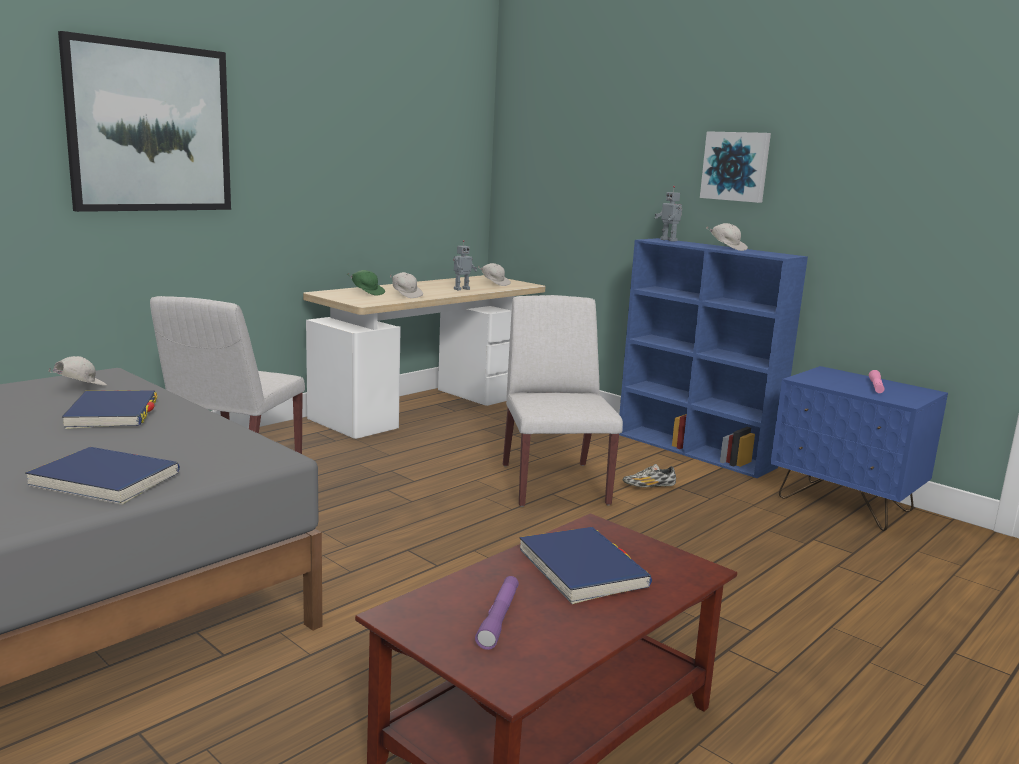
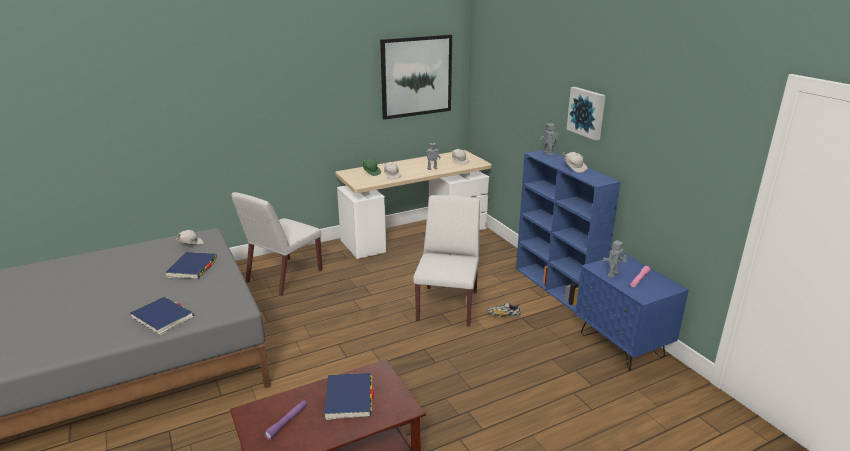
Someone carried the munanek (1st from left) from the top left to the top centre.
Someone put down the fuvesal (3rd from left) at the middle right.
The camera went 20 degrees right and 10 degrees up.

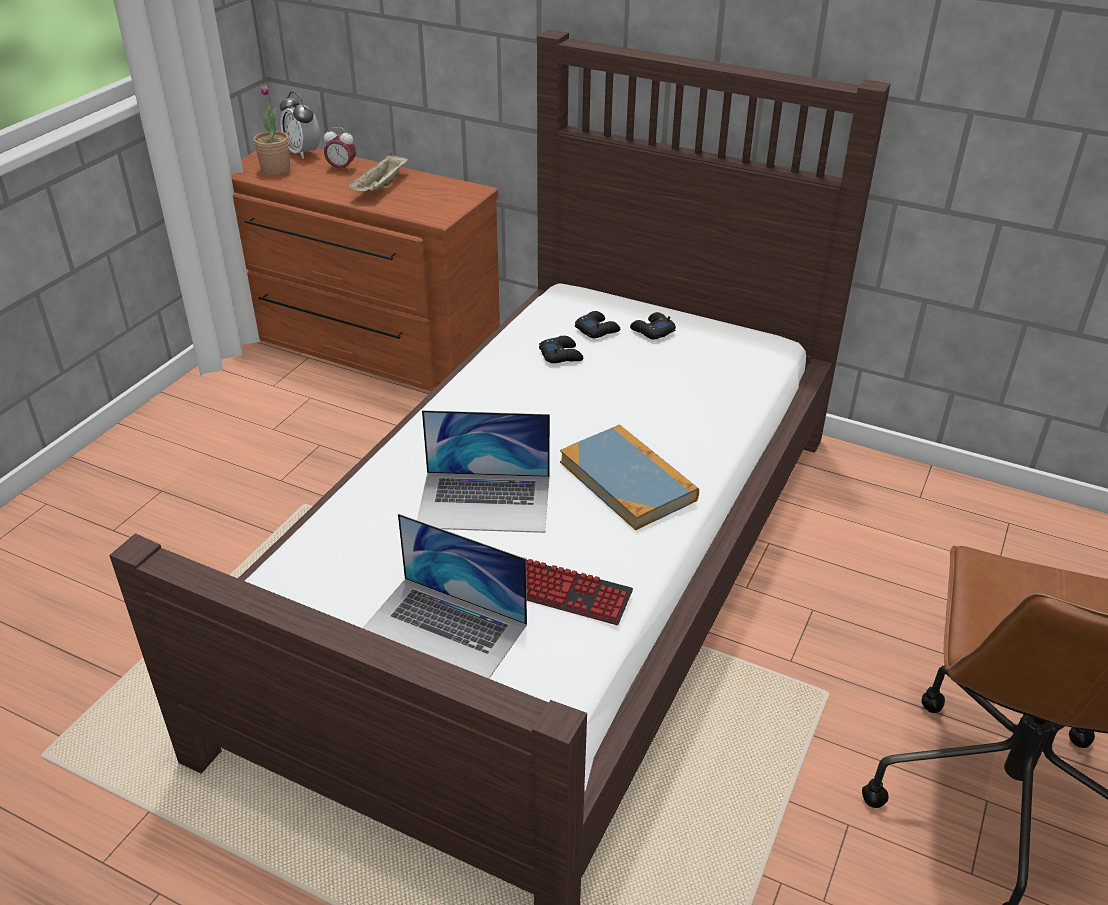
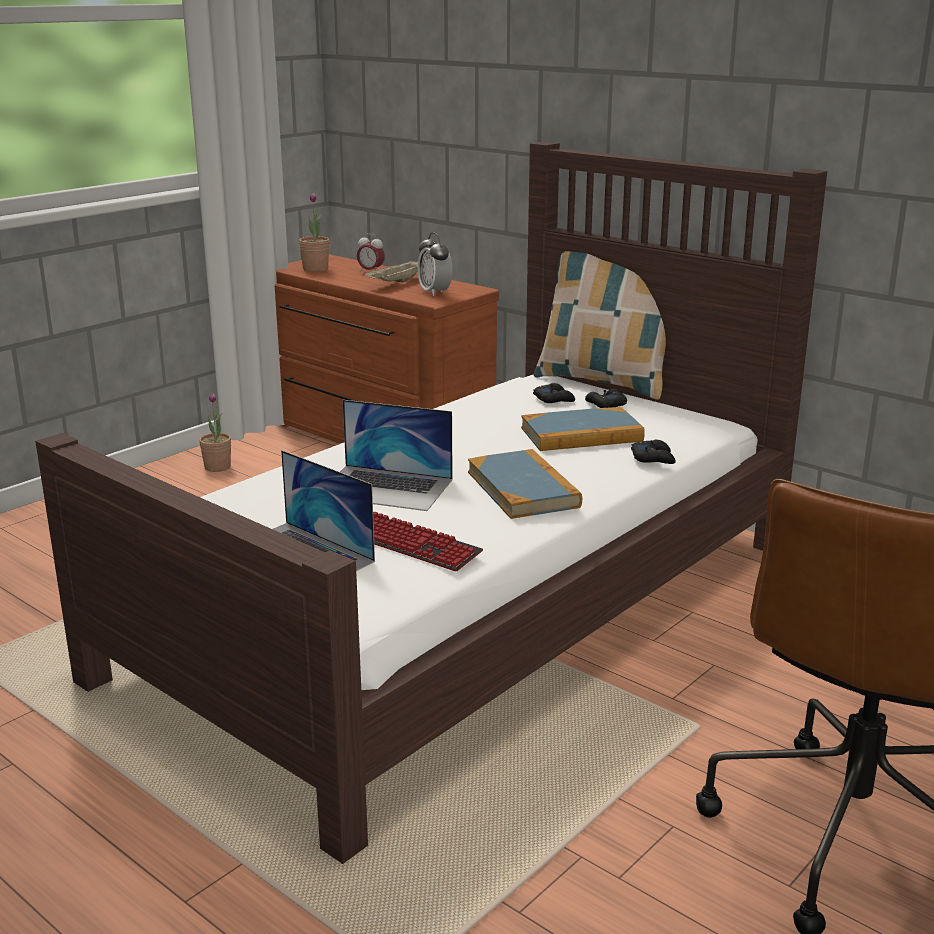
Someone put down the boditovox (1st from left) at the middle left.
Someone carried the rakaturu (1st from left in the first image) from the top left to the top centre.
Someone put down the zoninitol (2nd from left) at the centre.
Someone put down the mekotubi at the centre.
Someone carried the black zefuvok (1st from left in the first image) from the centre to the middle right.
The camera went 15 degrees right and 15 degrees down.

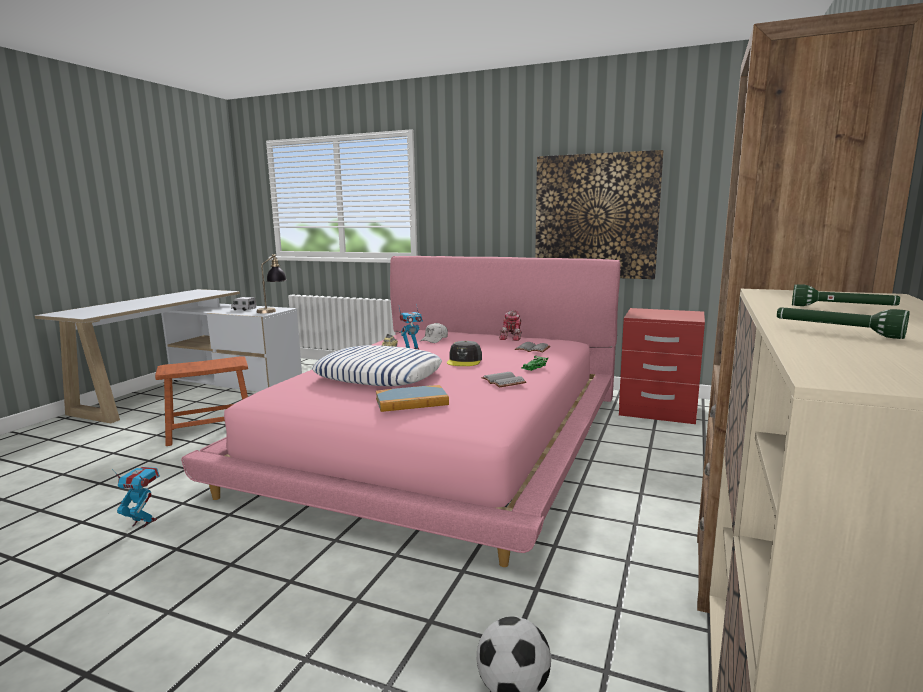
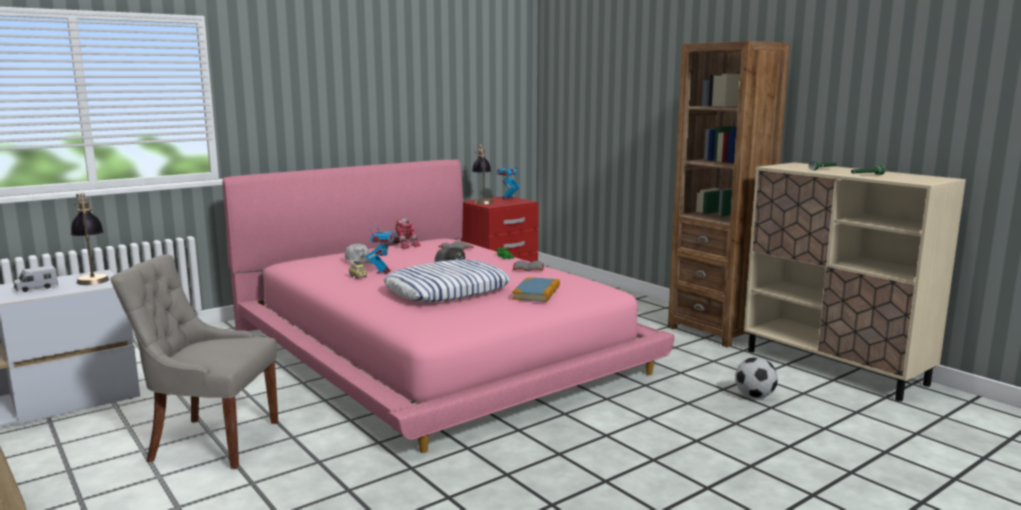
Someone swapped the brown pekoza at the middle left for the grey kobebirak at the bottom left.
Someone put down the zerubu (2nd from left) at the centre.
Someone carried the fuvesal (1st from left in the first image) from the bottom left to the centre.
Someone took away the munanek at the top centre.
The camera went 60 degrees left and 0 degrees up.

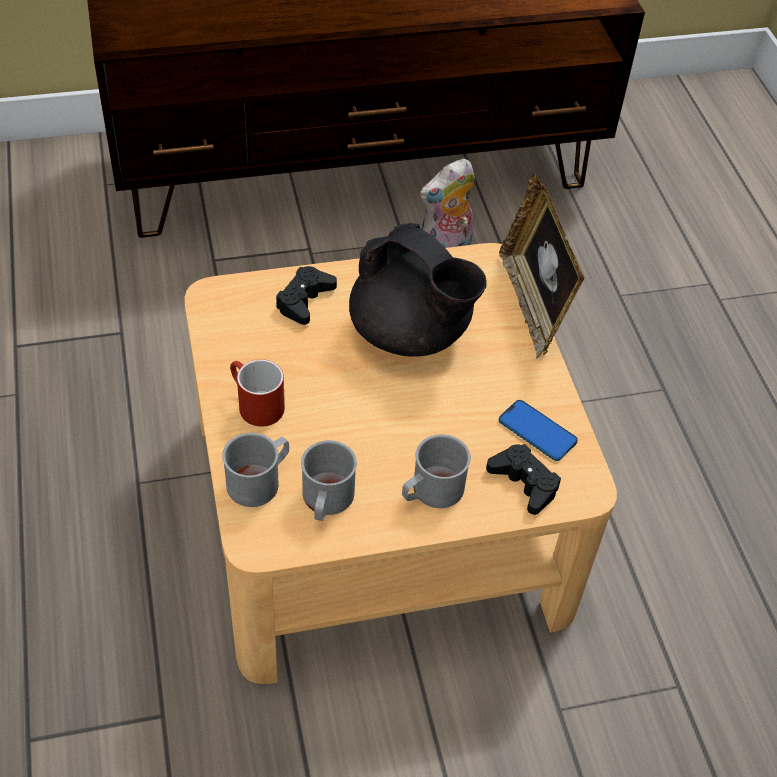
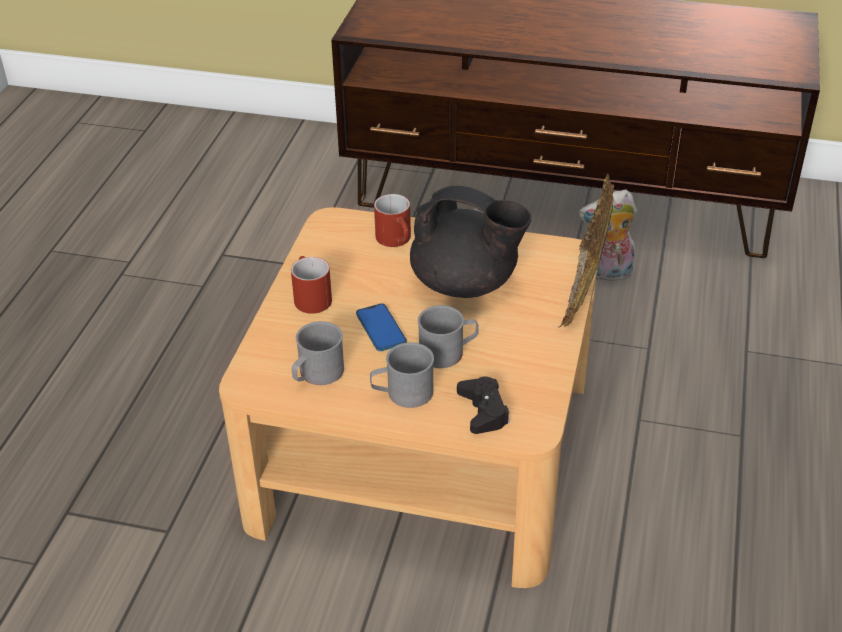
Someone carried the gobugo from the middle right to the centre.
Someone swapped the black zefuvok (1st from left) at the centre for the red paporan (2nd from left) at the centre.
Someone rotated the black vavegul at the centre by 45 degrees counterclockwise.
Someone carried the grey paporan (1st from left in the first image) from the middle left to the centre.
The camera went 30 degrees right and 10 degrees down.

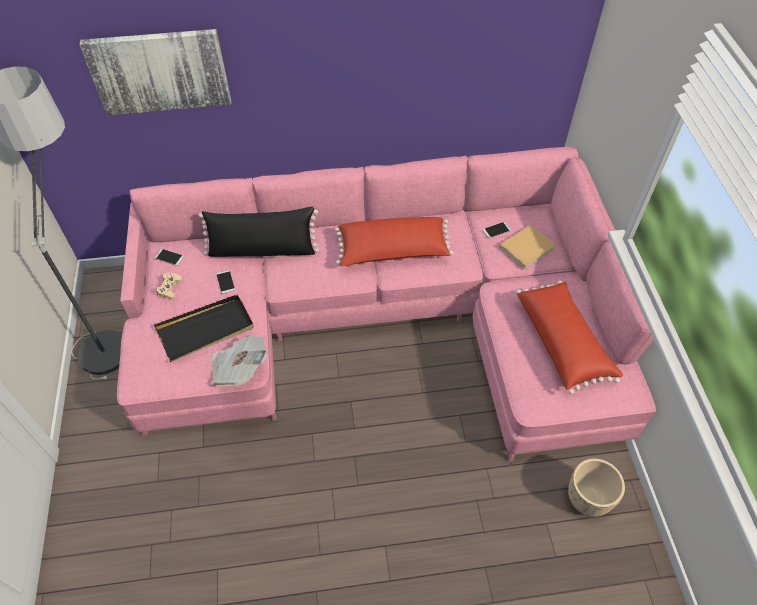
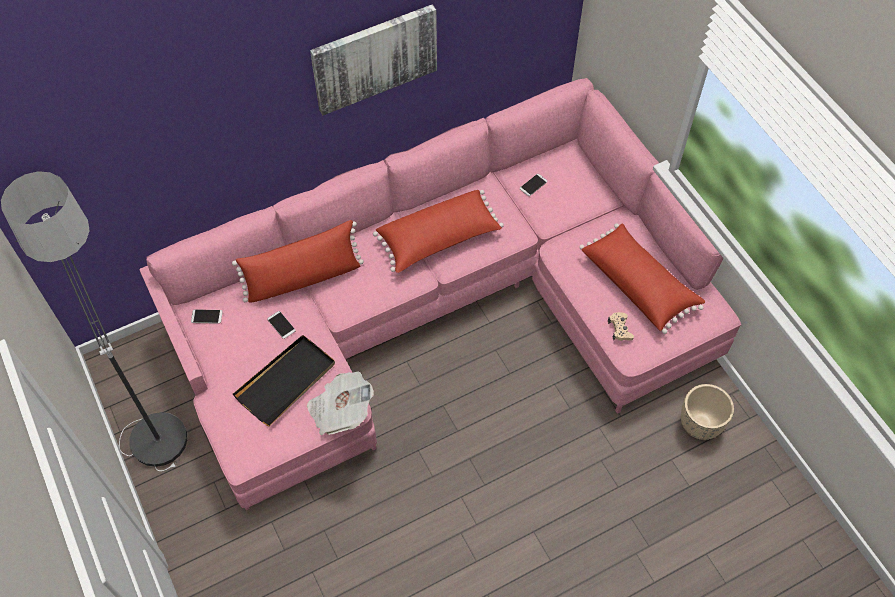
Someone repainted the black mekotubi at the centre, which became the red mekotubi (1st from left) at the middle left.
Someone carried the munanek from the top left to the top centre.
Someone carried the beige zefuvok from the middle left to the middle right.
Someone took away the beige zoninitol at the middle right.
The camera went 20 degrees left and 5 degrees up.

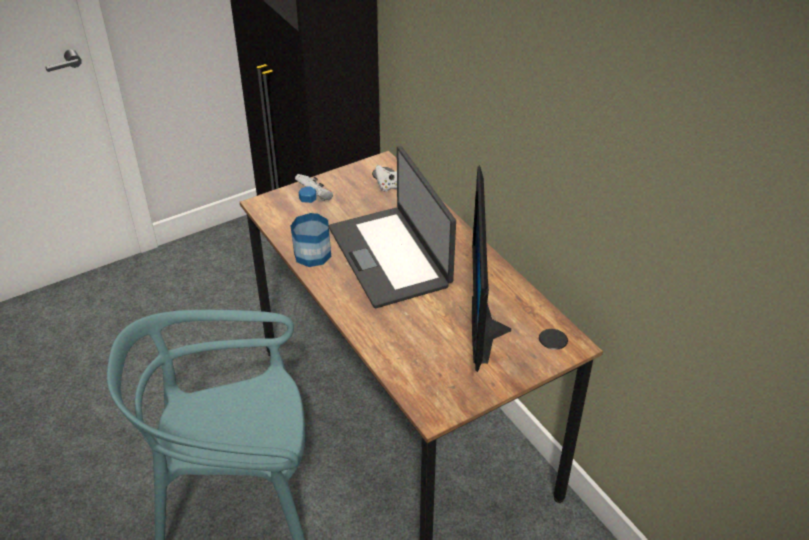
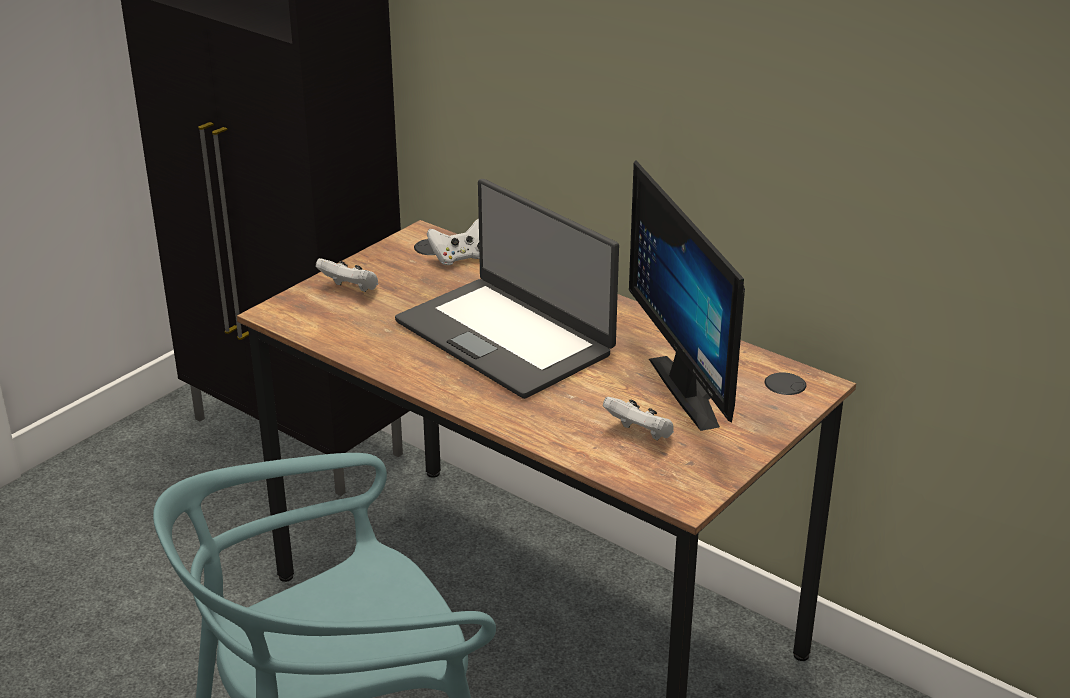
Someone put down the white zefuvok (3rd from left) at the centre.
Someone took away the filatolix at the centre.
The camera went 20 degrees left and 10 degrees down.

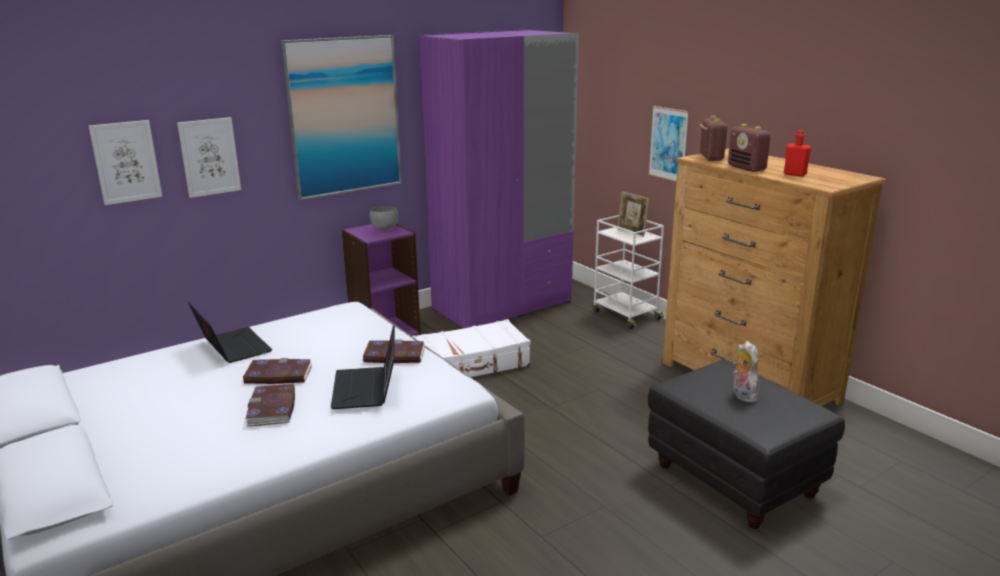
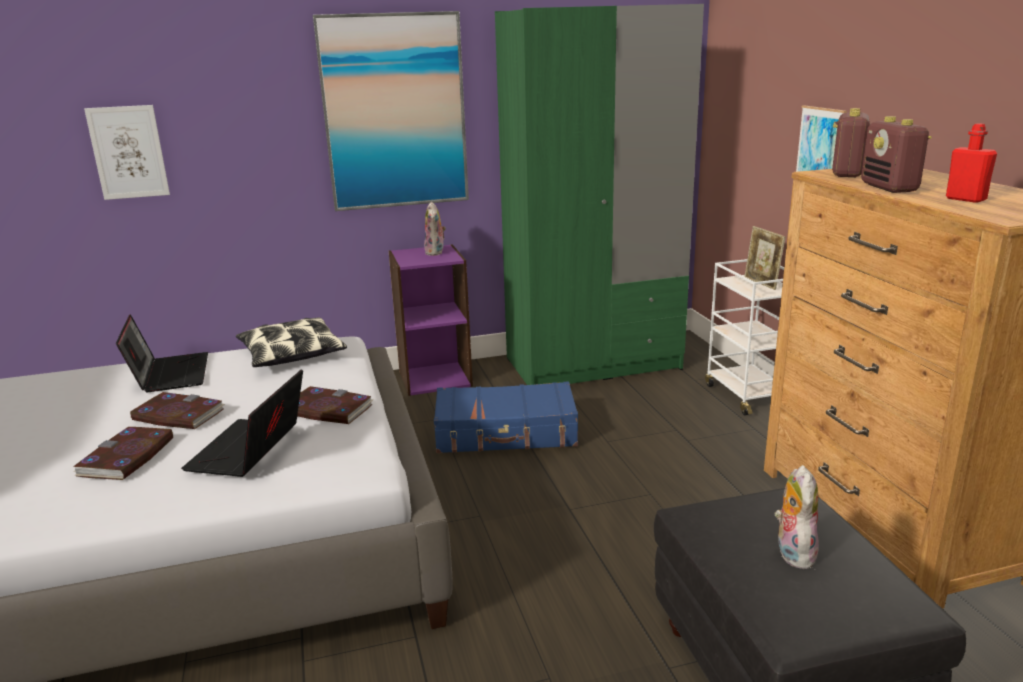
Someone put down the mekotubi at the middle left.
Someone swapped the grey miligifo at the centre for the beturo (1st from left) at the centre.
Someone repainted the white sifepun at the centre, which became the blue sifepun at the centre.
Someone repainted the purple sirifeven at the top centre, which became the green sirifeven at the top centre.
Someone took away the munanek (2nd from left) at the top left.
The camera went 20 degrees right and 0 degrees up.

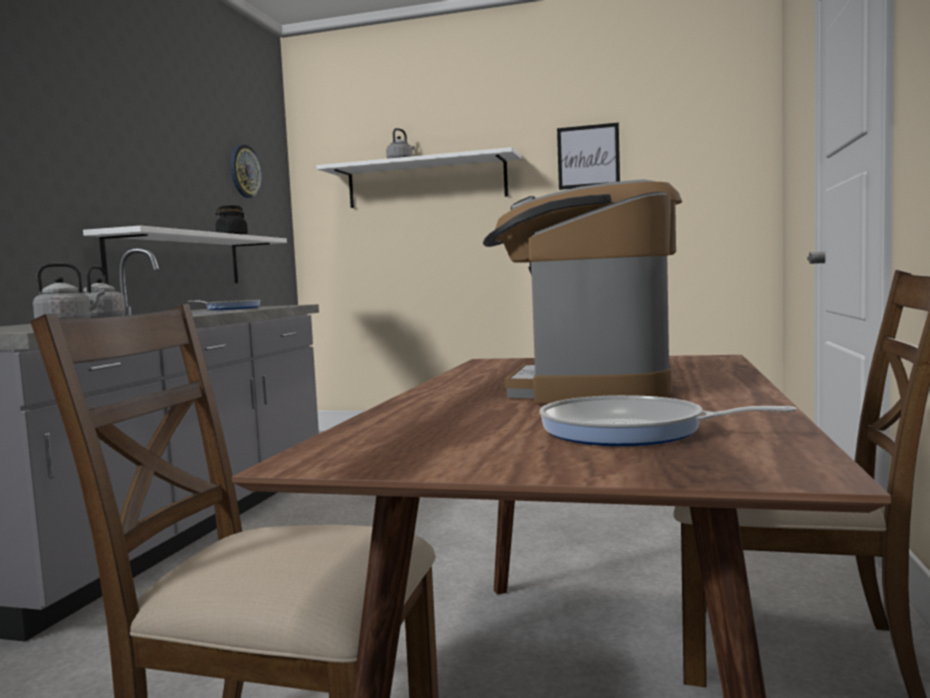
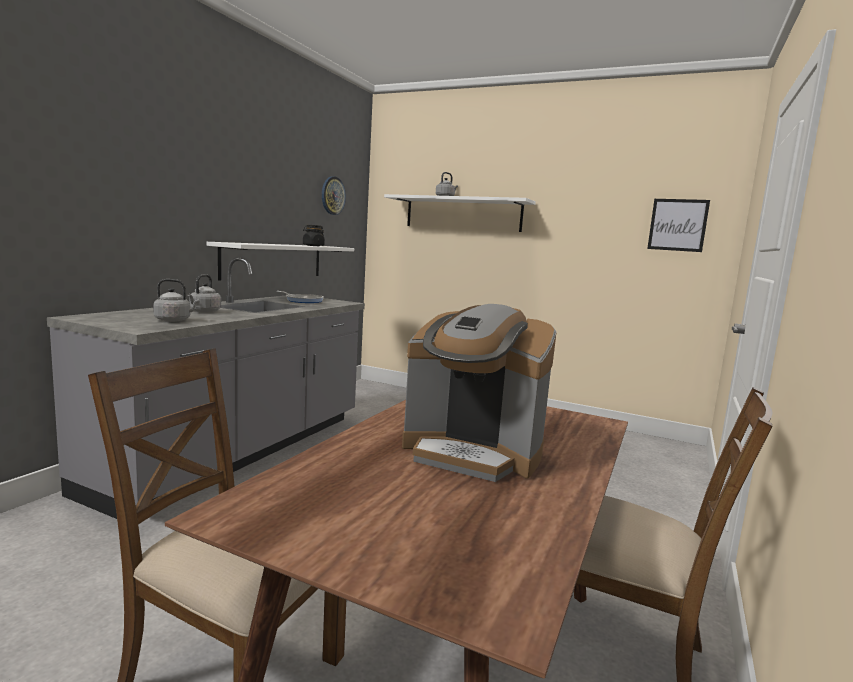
Someone rotated the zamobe at the centre by 90 degrees counterclockwise.
Someone carried the munanek from the top centre to the top right.
Someone took away the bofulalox (2nd from left) at the middle right.
The camera went 10 degrees right and 5 degrees up.

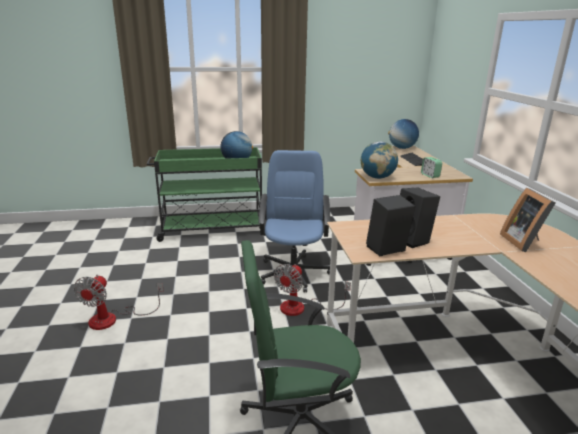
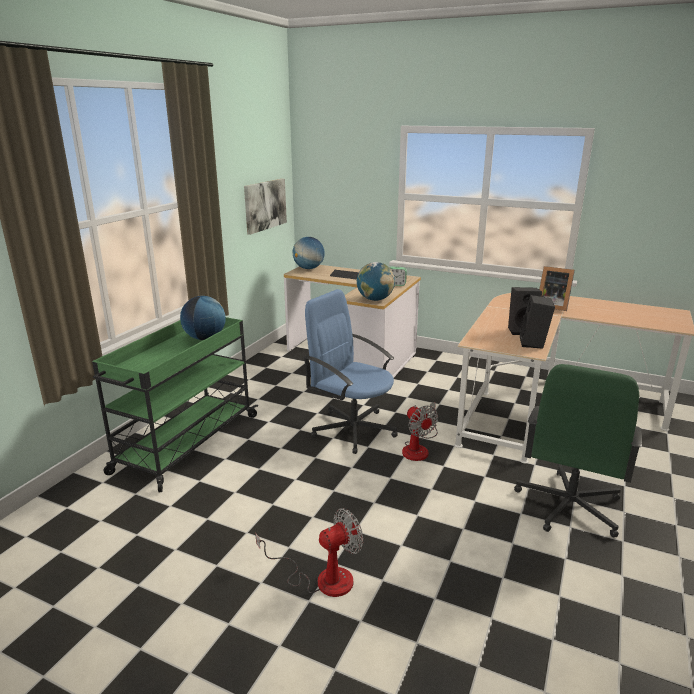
Someone put up the munanek at the top centre.
Someone rotated the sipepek (1st from left) at the bottom left by 75 degrees counterclockwise.
The camera went 55 degrees left and 0 degrees up.

